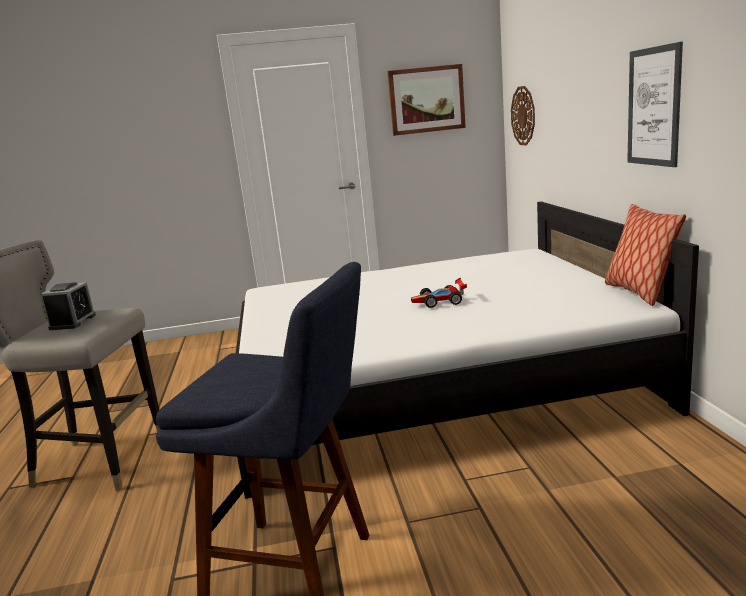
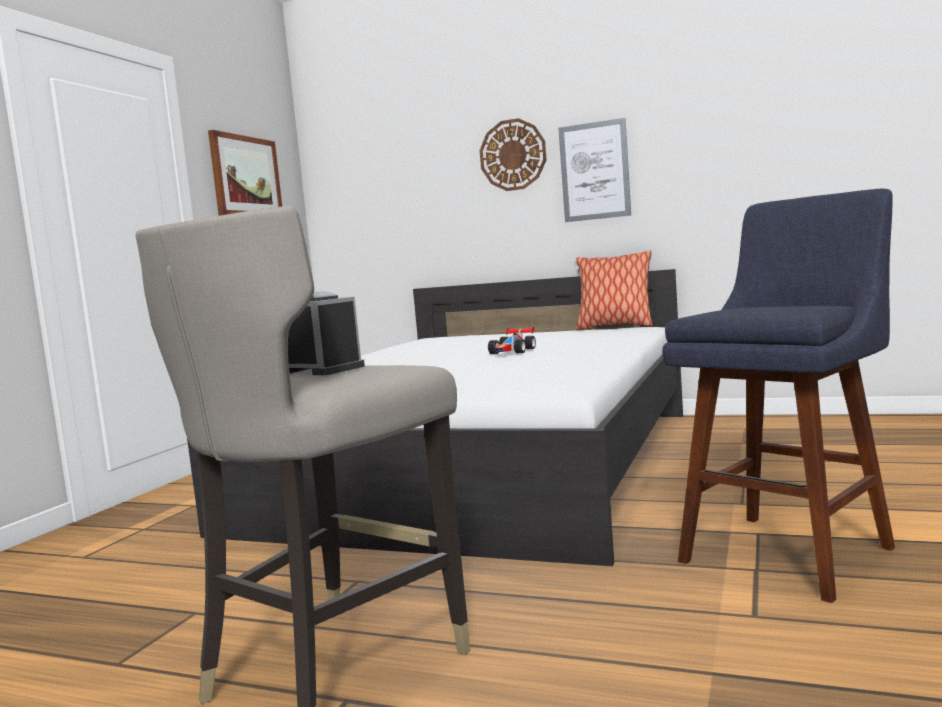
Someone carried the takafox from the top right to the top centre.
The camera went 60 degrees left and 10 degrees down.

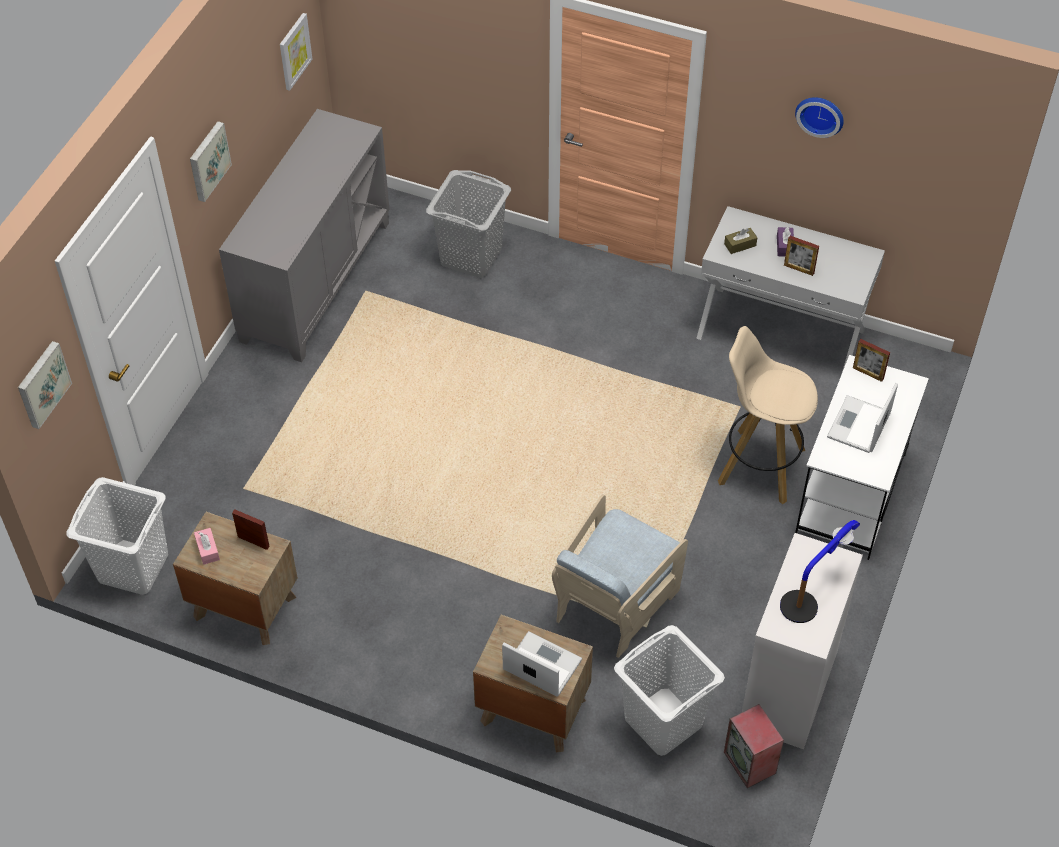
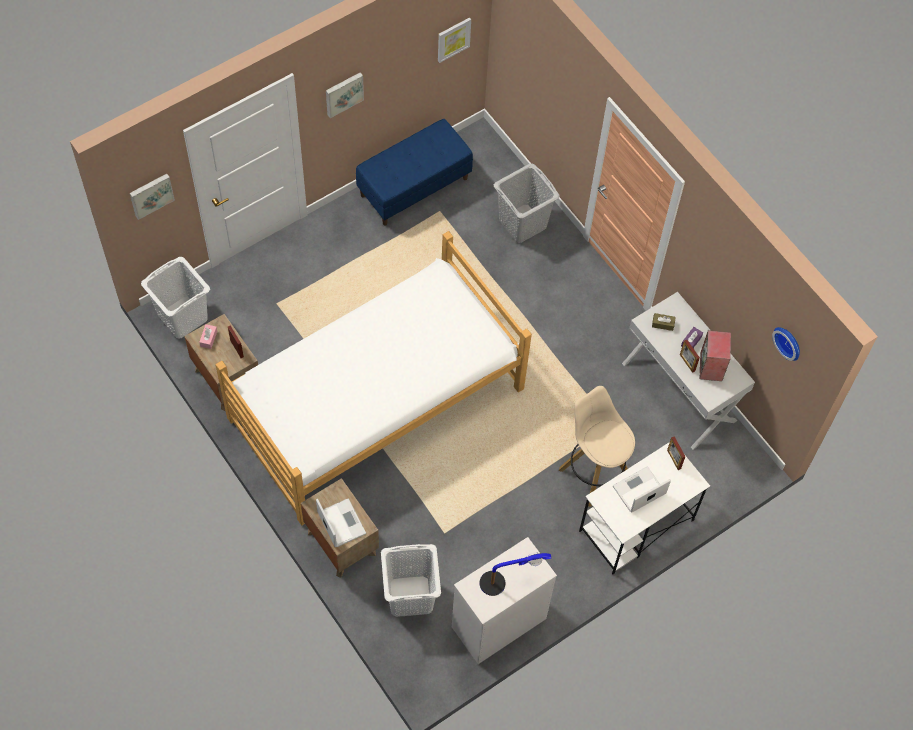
Someone put down the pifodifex at the centre.
Someone swapped the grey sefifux at the top left for the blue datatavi at the top centre.
Someone carried the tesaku from the bottom right to the middle right.
Someone carried the takafox from the top right to the middle right.
Someone took away the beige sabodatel at the bottom centre.
The camera went 30 degrees right and 10 degrees up.

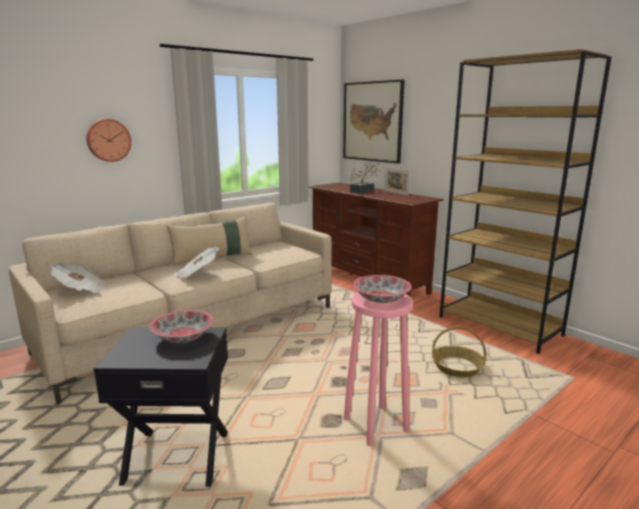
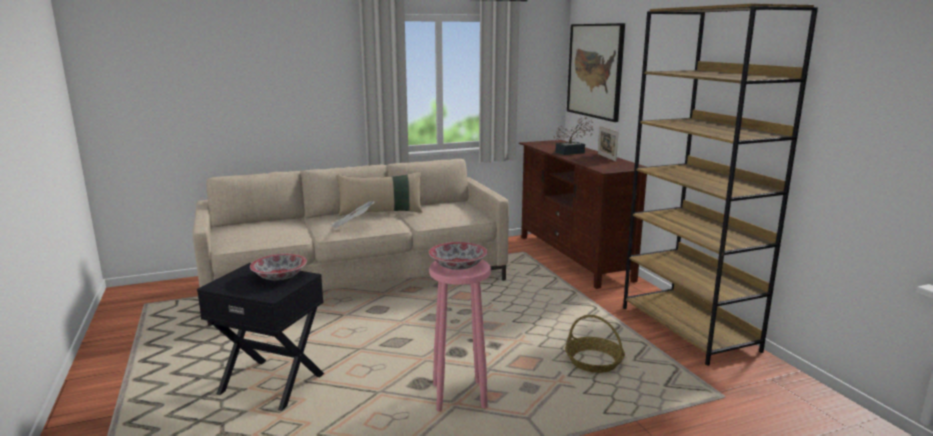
Someone took away the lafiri (1st from left) at the middle left.
Someone took away the takafox at the top left.
The camera went 20 degrees right and 0 degrees up.

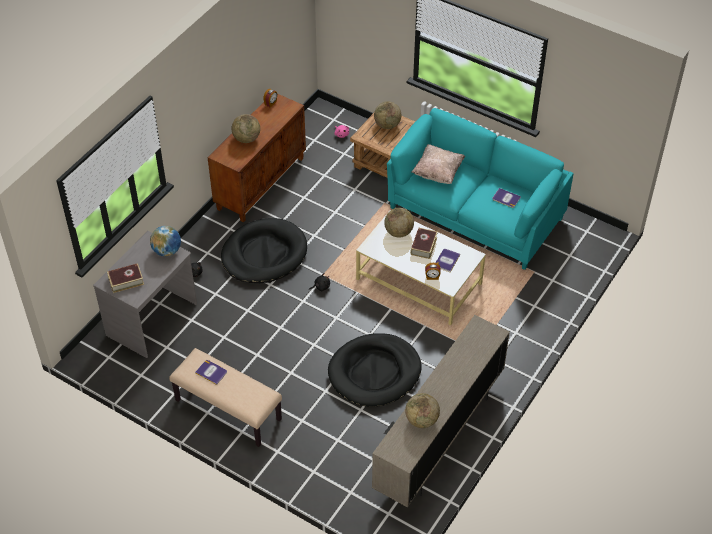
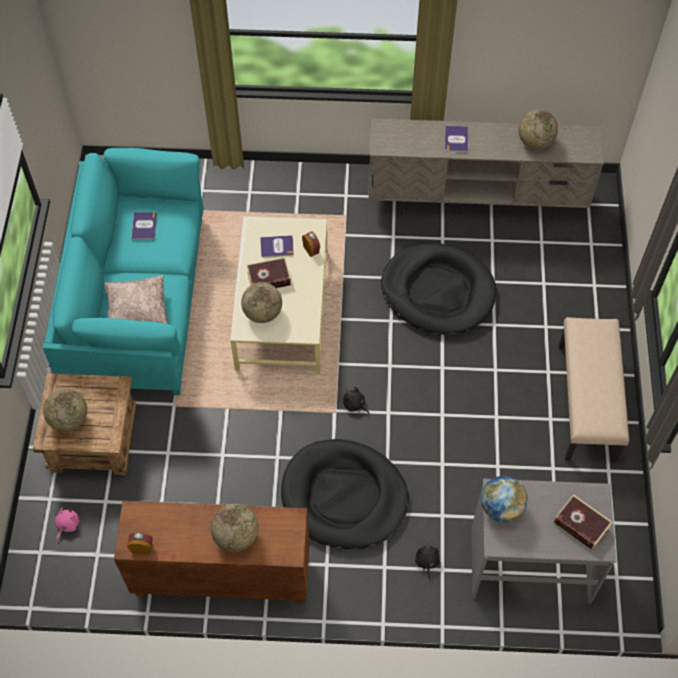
Someone carried the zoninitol (2nd from left in the first image) from the bottom left to the top right.
The camera went 120 degrees left and 10 degrees up.

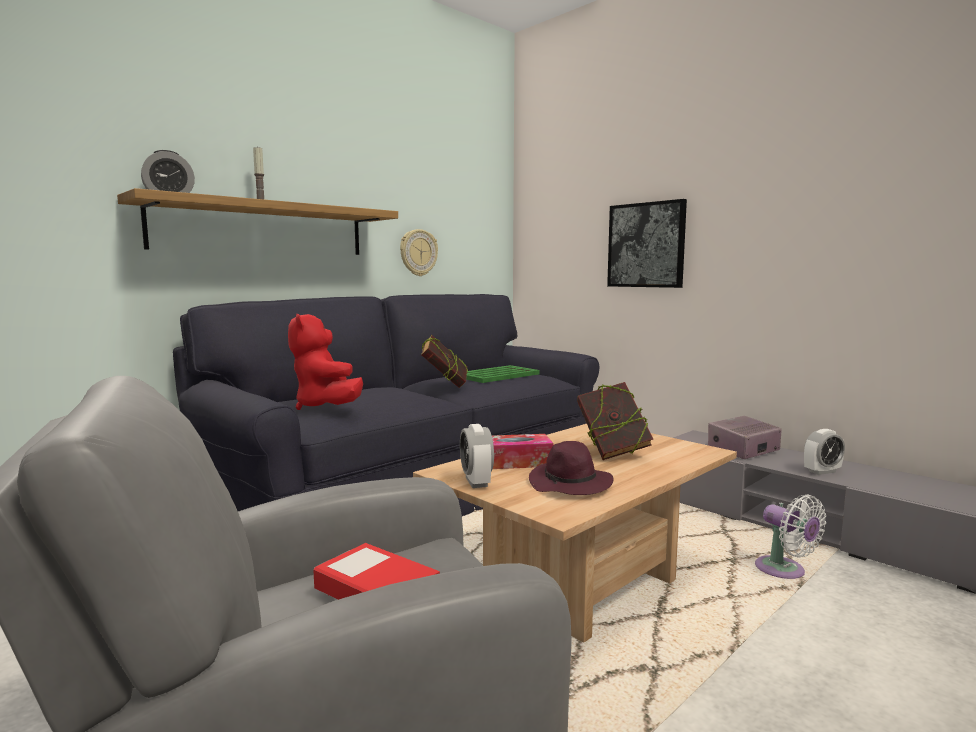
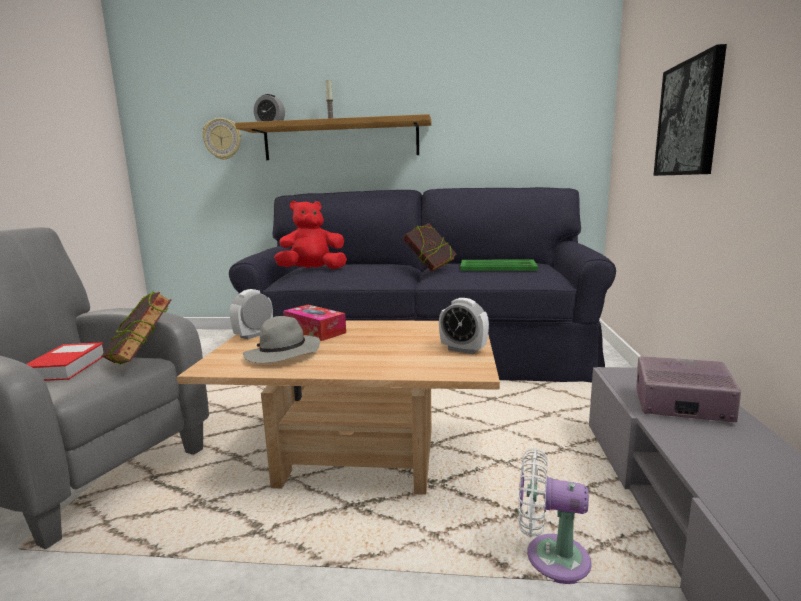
Someone carried the zoninitol (3rd from left in the first image) from the centre to the middle left.
Someone carried the takafox from the centre to the top left.
Someone repainted the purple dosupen at the centre, which became the grey dosupen at the centre.
Someone rotated the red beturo at the middle left by 45 degrees clockwise.
Someone carried the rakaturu (3rd from left) from the middle right to the centre.
Someone rotated the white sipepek at the bottom right by 90 degrees clockwise.
The camera went 50 degrees right and 5 degrees up.

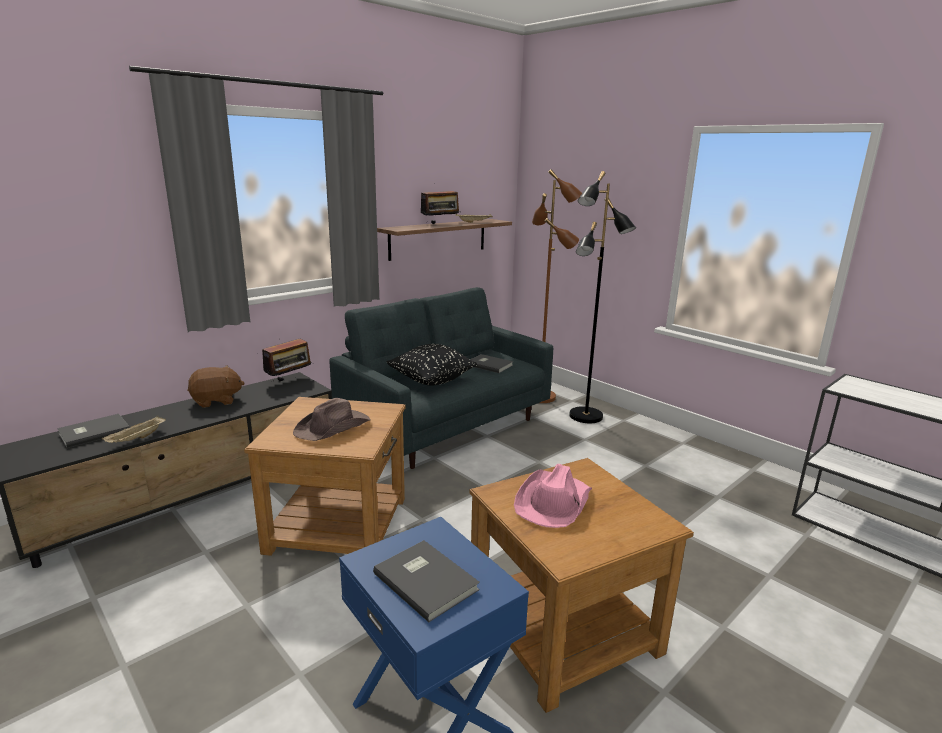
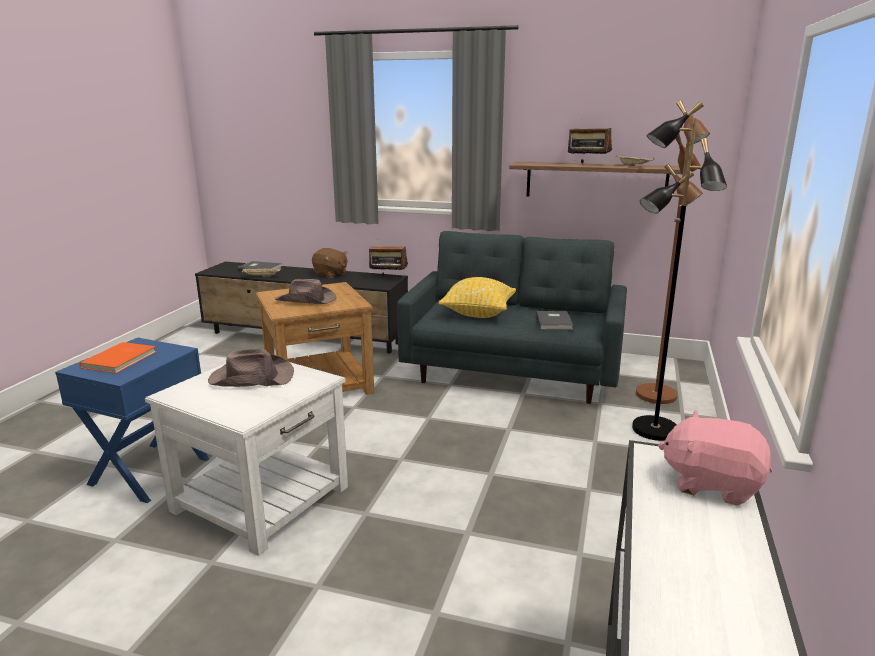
Someone repainted the grey zoninitol (2nd from left) at the bottom centre, which became the orange zoninitol at the middle left.
Someone repainted the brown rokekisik (2nd from left) at the bottom centre, which became the white rokekisik at the bottom left.
Someone repainted the pink dosupen at the bottom centre, which became the brown dosupen (1st from left) at the middle left.
Someone repainted the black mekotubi at the centre, which became the yellow mekotubi at the centre.
Someone put down the pink beturo at the bottom right.
The camera went 60 degrees right and 0 degrees up.

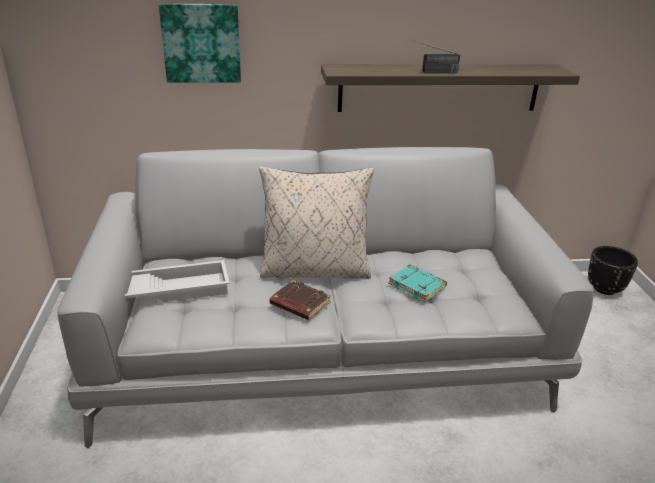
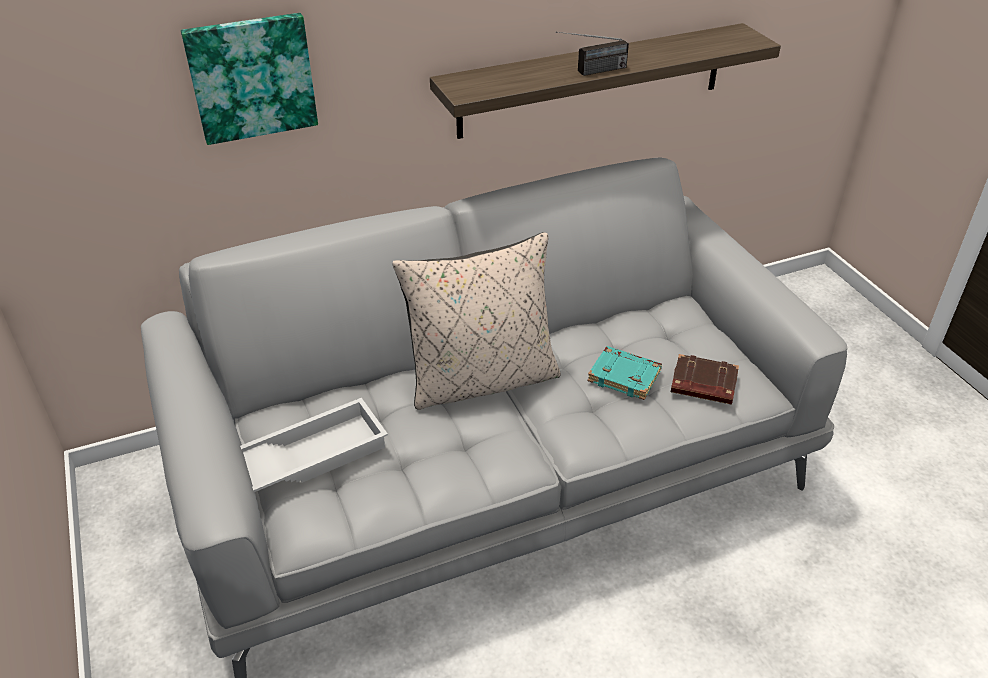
Someone carried the brown zoninitol from the centre to the middle right.
Someone took away the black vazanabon at the middle right.
The camera went 15 degrees left and 10 degrees up.

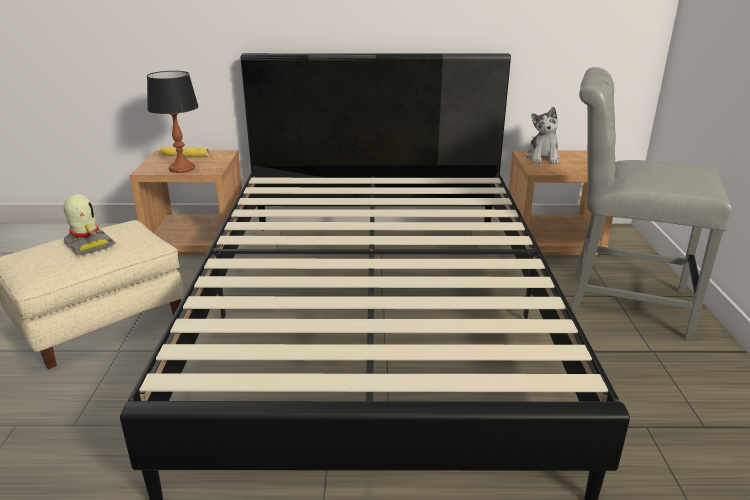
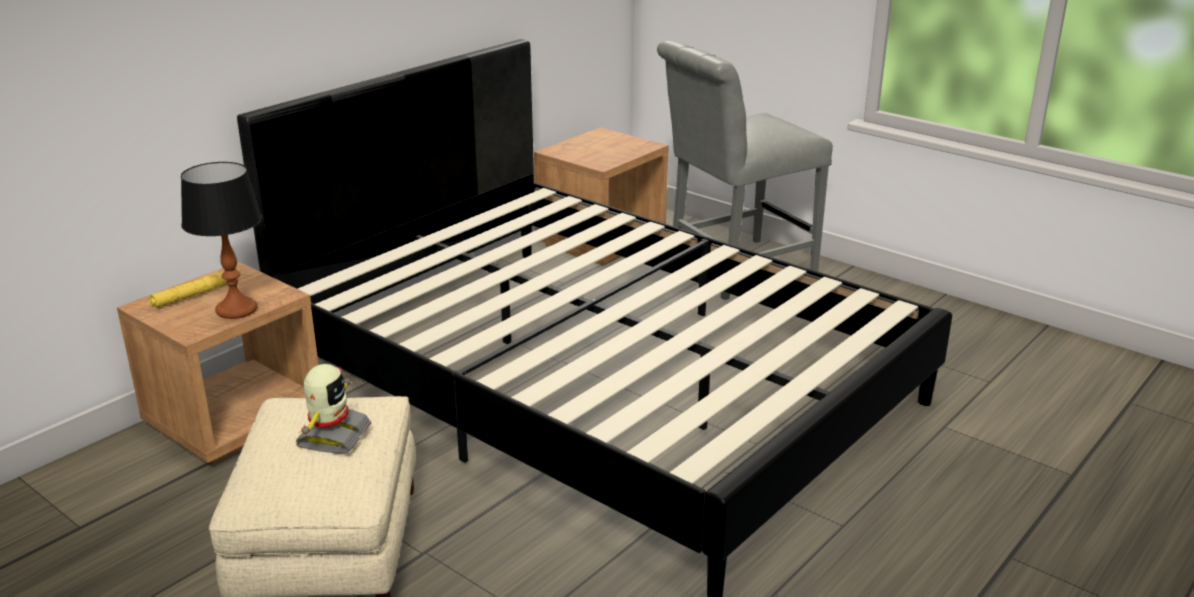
Someone rotated the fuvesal at the middle left by 105 degrees clockwise.
Someone took away the beturo at the top right.
The camera went 50 degrees left and 0 degrees up.

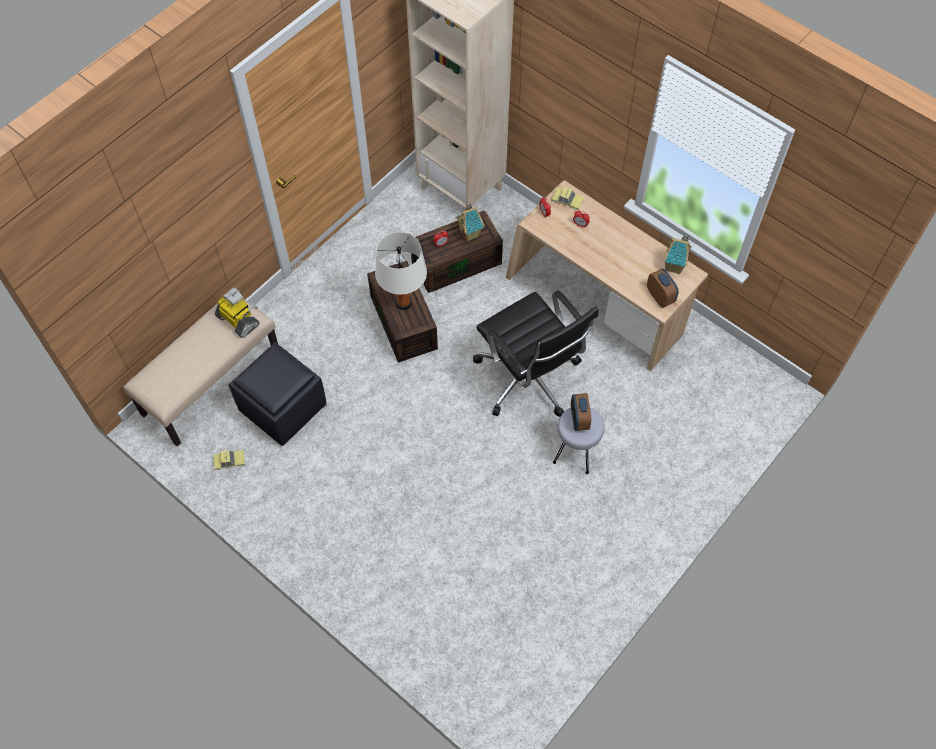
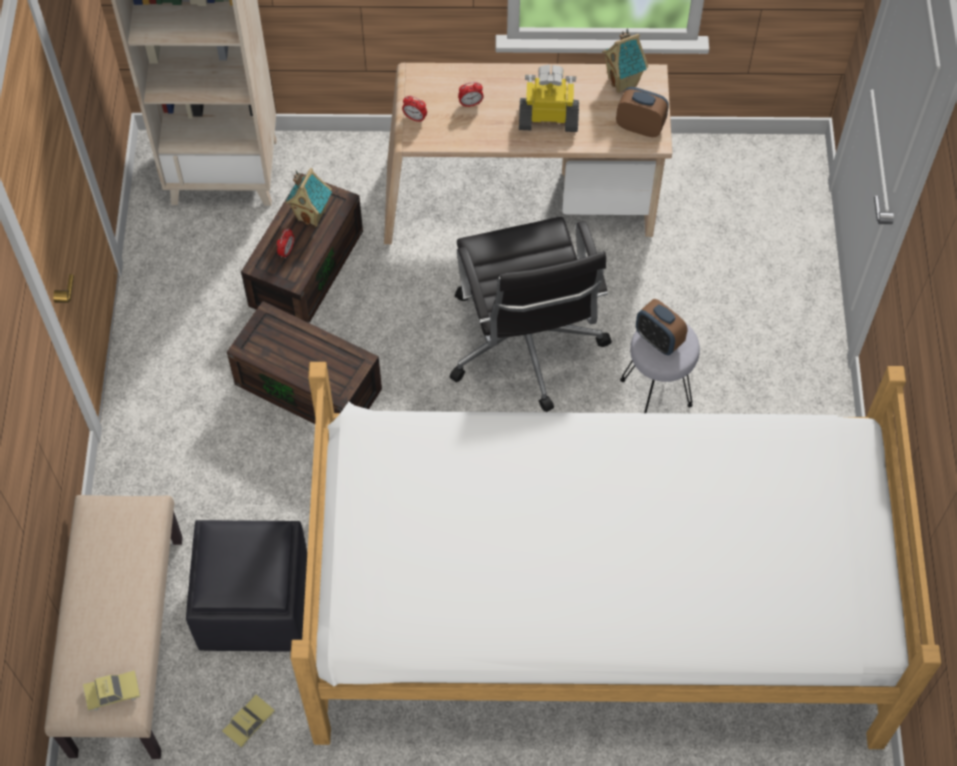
Someone carried the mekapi (2nd from left in the first image) from the top centre to the bottom left.
Someone put down the pifodifex at the bottom centre.
Someone rotated the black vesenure at the centre by 60 degrees clockwise.
Someone carried the fuvesal from the middle left to the top centre.
Someone took away the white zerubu at the centre.
The camera went 40 degrees left and 0 degrees up.

